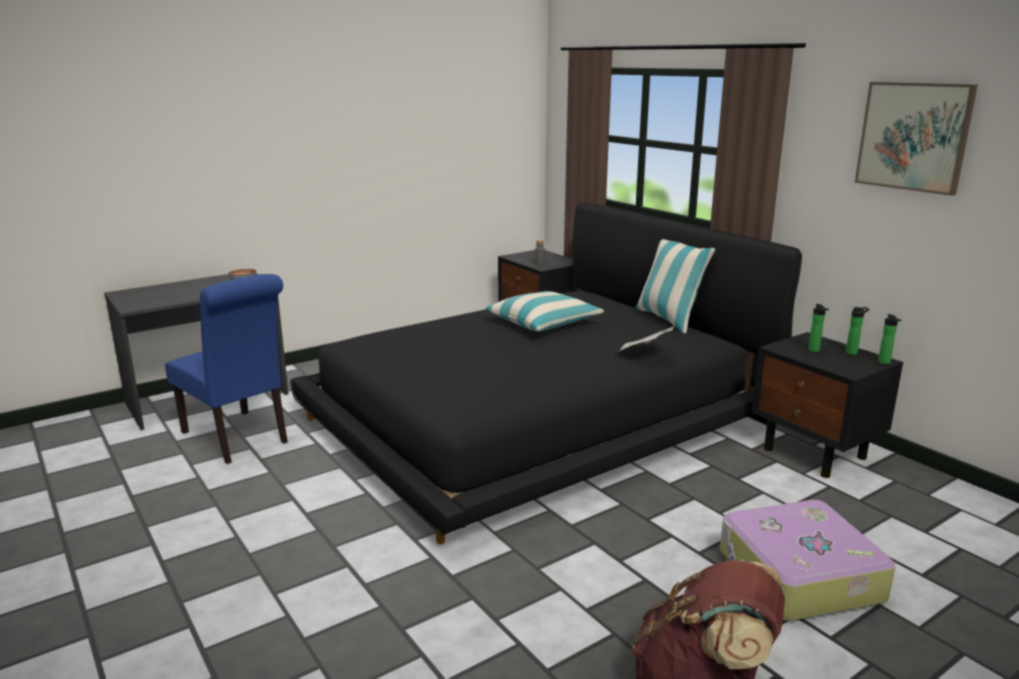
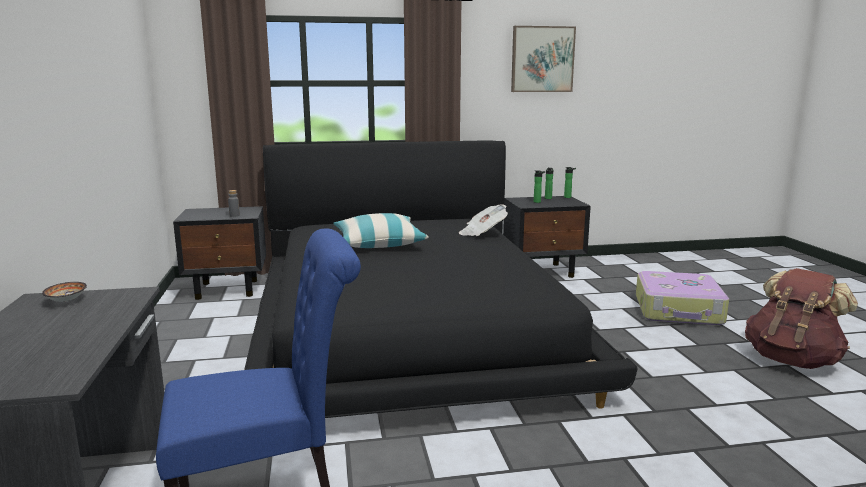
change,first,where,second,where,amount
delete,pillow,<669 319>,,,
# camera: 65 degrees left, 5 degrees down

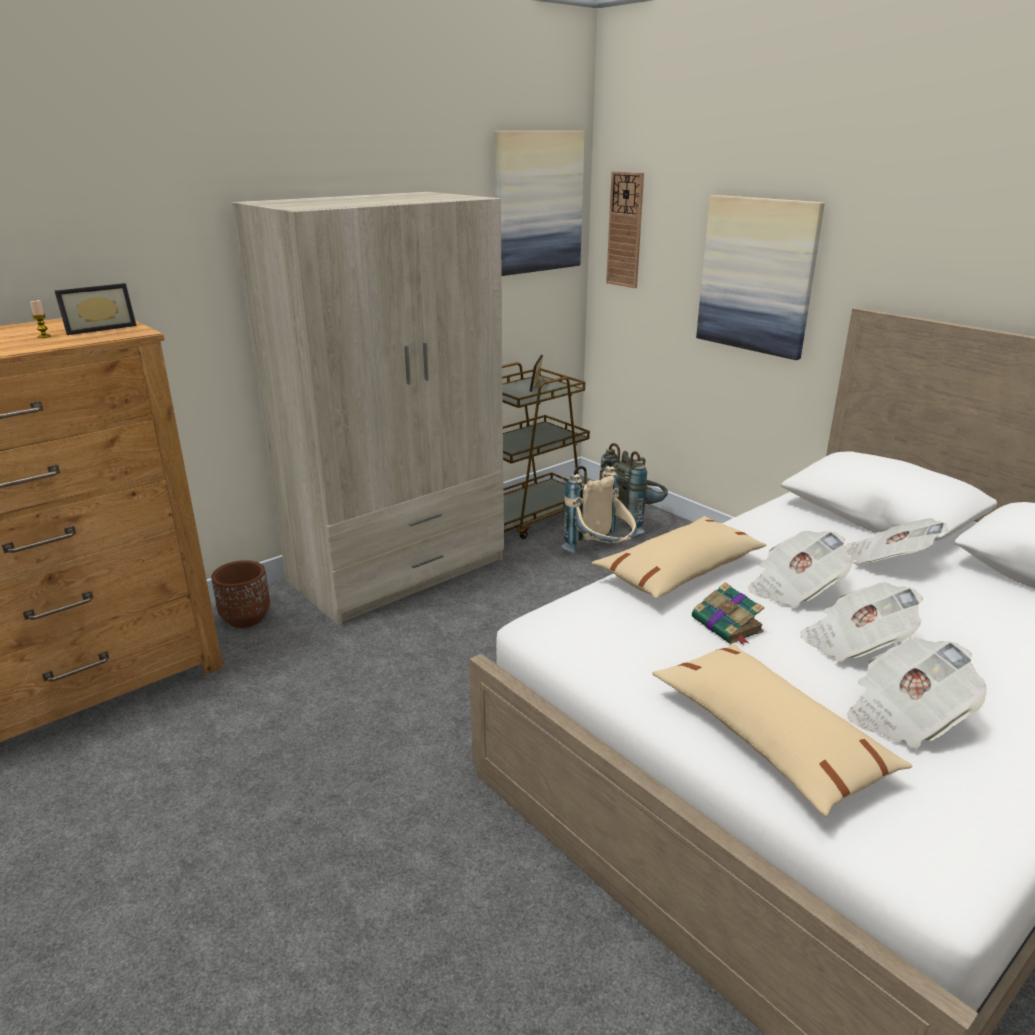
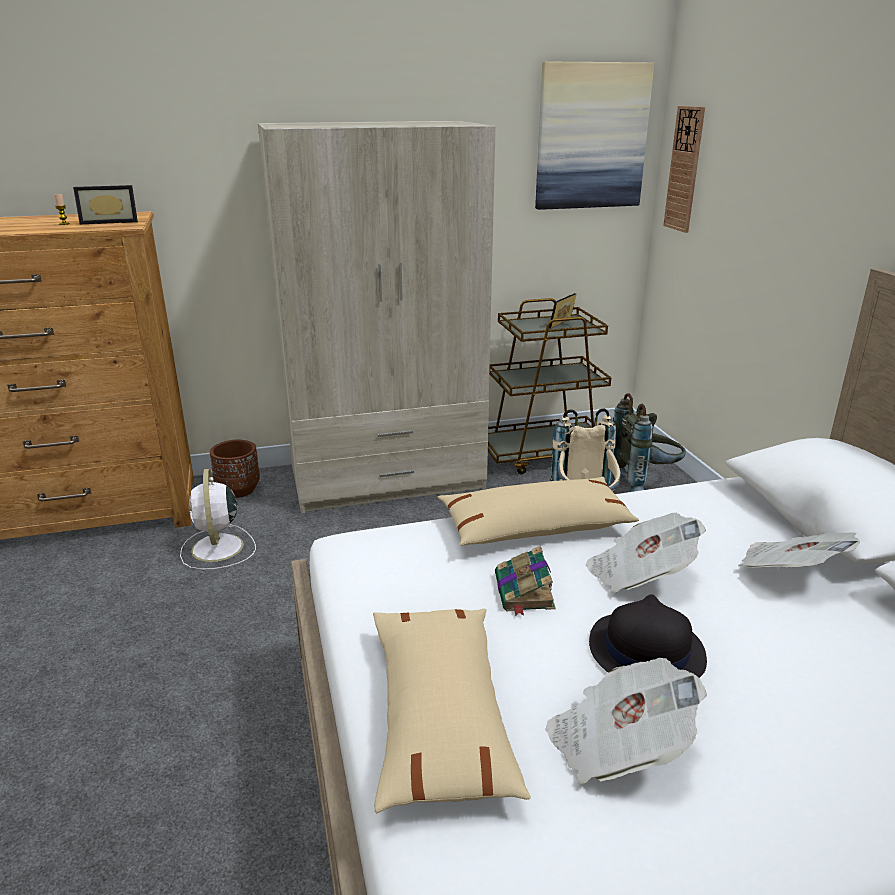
change,first,where,second,where,amount
delete,picture,<757 275>,,,
insert,,,fan (white),<217 549>,
replace,newspaper,<854 644>,hat (black),<645 651>,
# camera: 25 degrees right, 0 degrees up

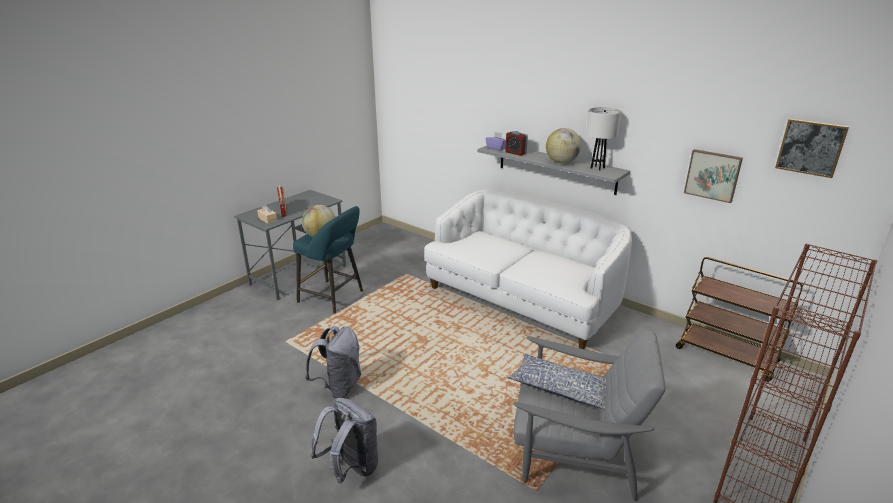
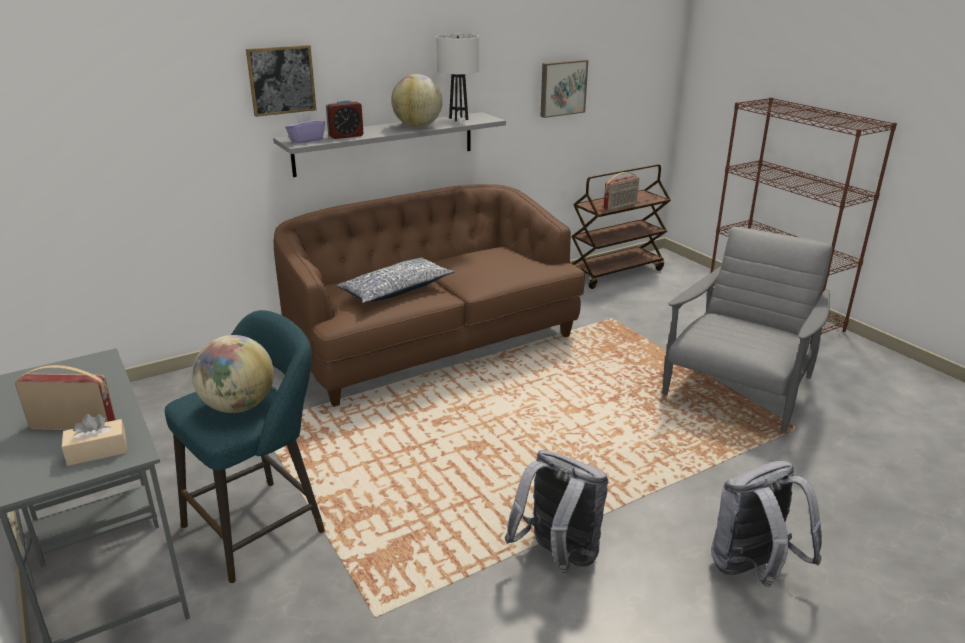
change,first,where,second,where,amount
insert,,,radio,<620 206>,
move,pillow,<561 388>,,<395 290>,
move,picture,<810 147>,,<281 80>,
recolor,sofa (white),<522 300>,sofa (brown),<432 344>,
# camera: 70 degrees left, 0 degrees up

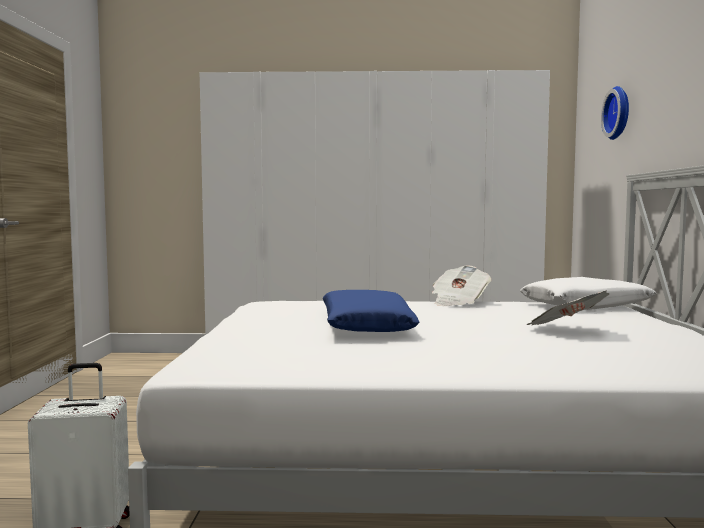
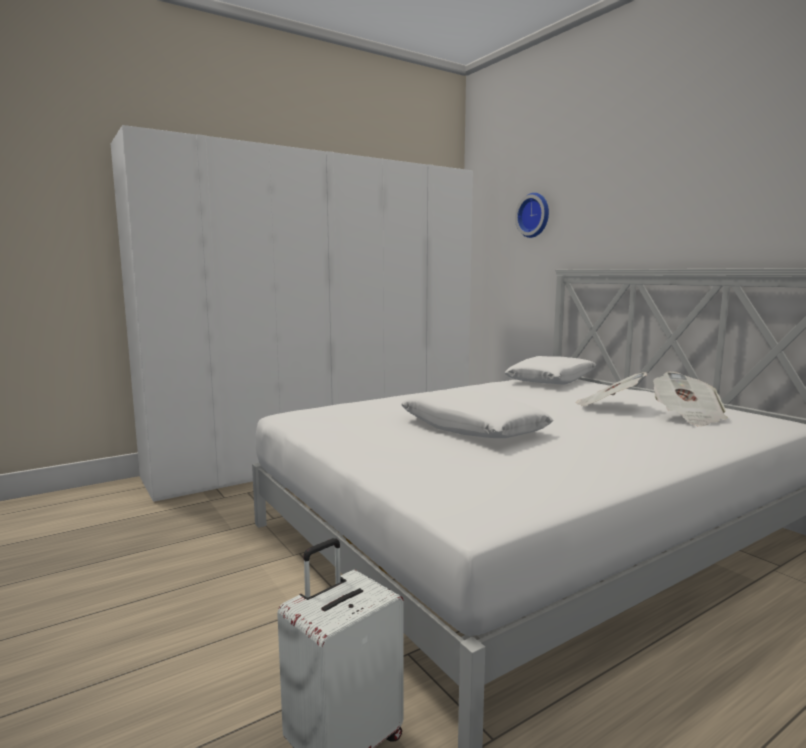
change,first,where,second,where,amount
move,newspaper,<458 302>,,<687 417>,
recolor,pillow (blue),<365 326>,pillow (white),<472 429>,
# camera: 35 degrees left, 5 degrees up

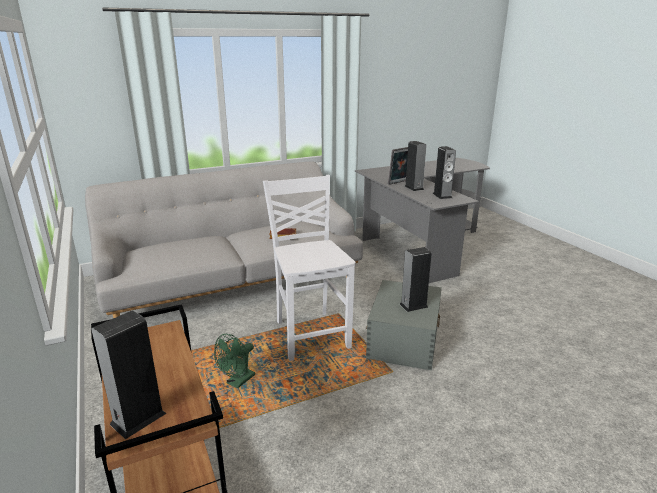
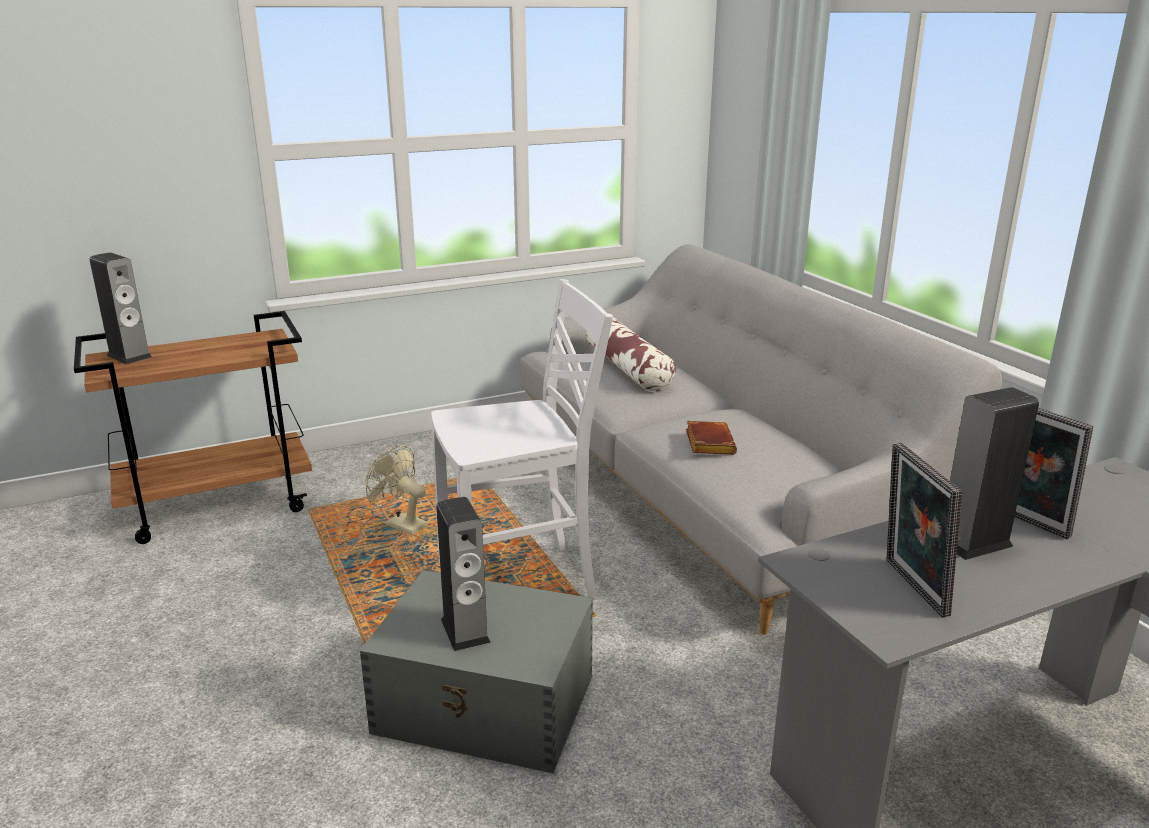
change,first,where,second,where,amount
insert,,,pillow,<627 368>,
replace,speaker,<442 195>,picture frame,<910 588>,
recolor,fan (green),<238 382>,fan (beige),<400 524>,
# camera: 90 degrees right, 0 degrees up

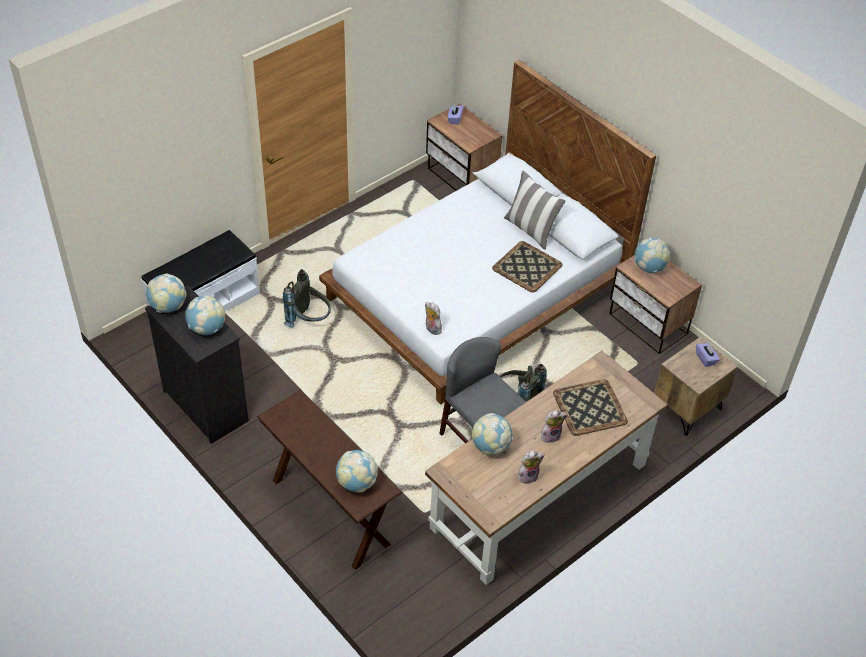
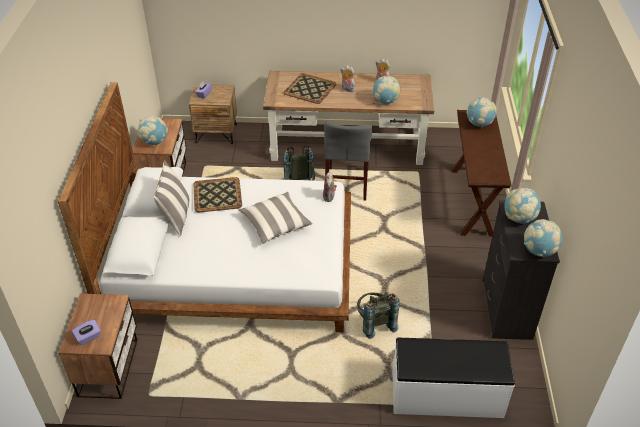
change,first,where,second,where,amount
insert,,,pillow,<276 224>,
# camera: 135 degrees left, 5 degrees down

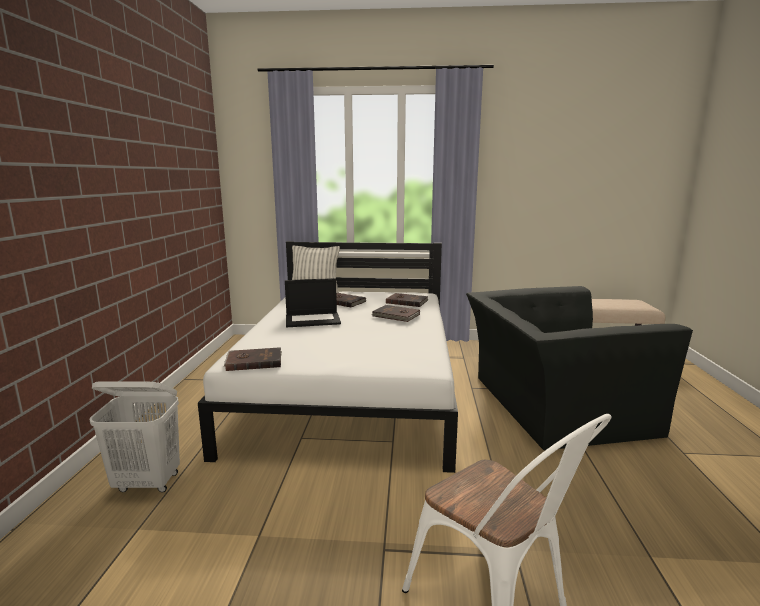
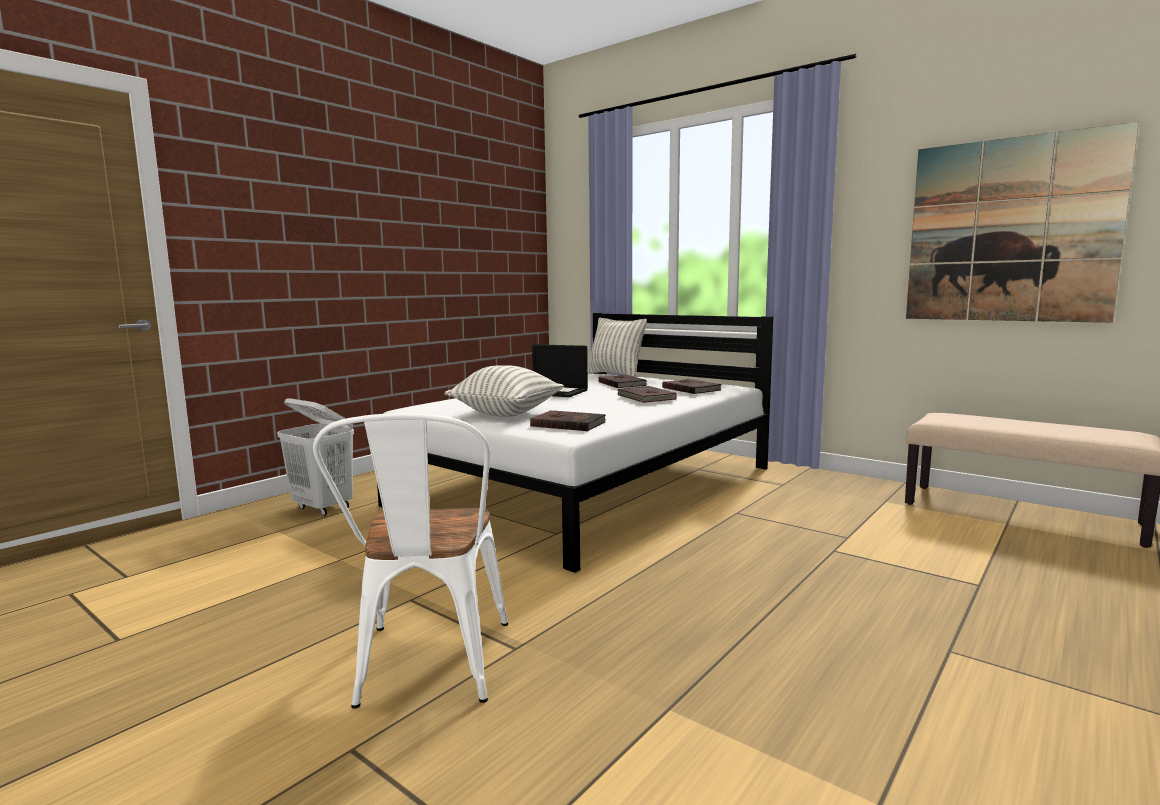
change,first,where,second,where,amount
delete,armchair (black),<552 405>,,,
insert,,,pillow,<506 414>,
insert,,,picture,<1010 230>,
move,book (brown),<254 361>,,<568 424>,
# camera: 35 degrees right, 5 degrees down

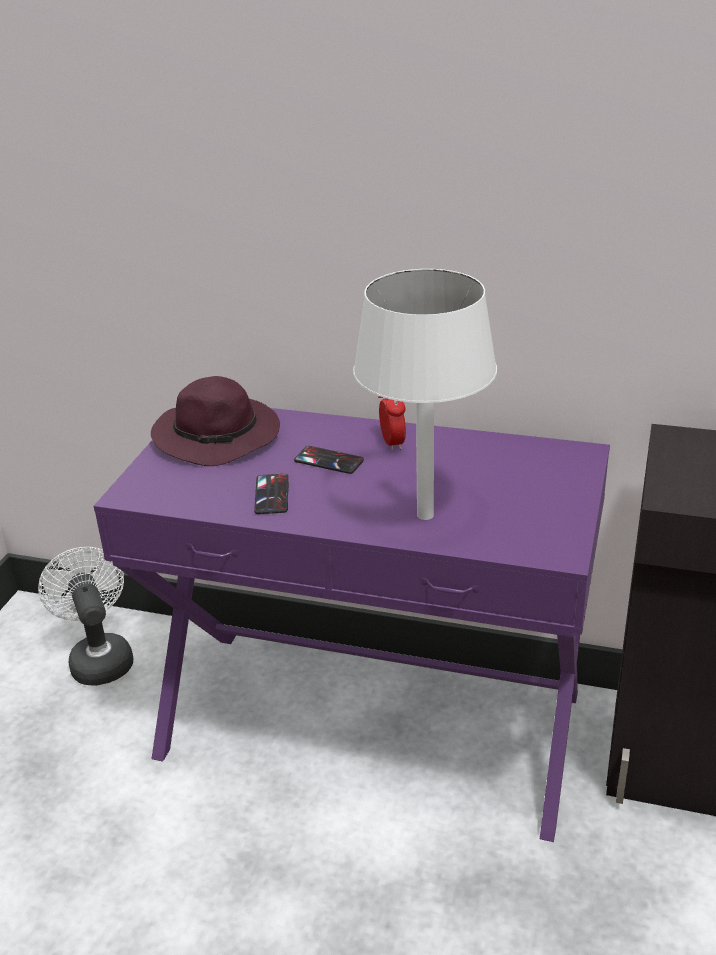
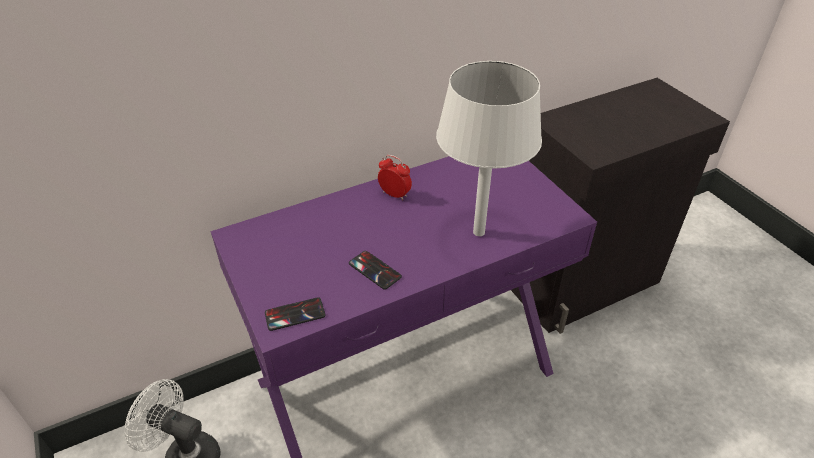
change,first,where,second,where,amount
delete,hat (purple),<219 437>,,,
move,phone,<329 460>,,<295 314>,
# camera: 45 degrees left, 10 degrees up

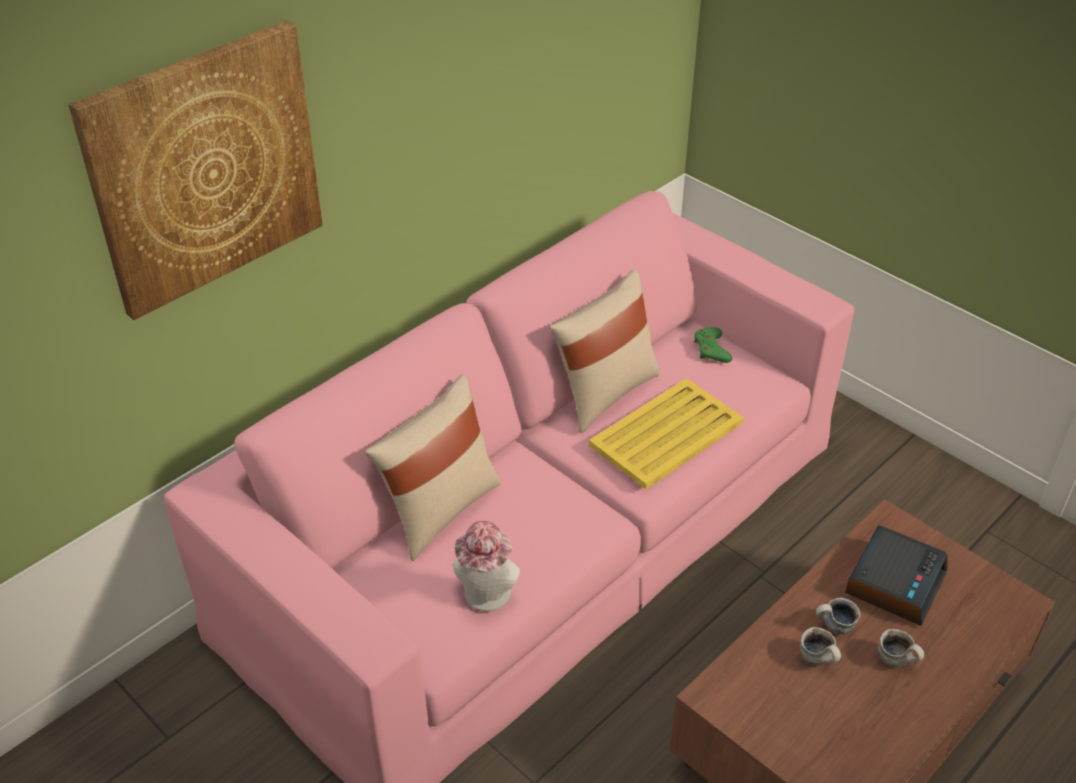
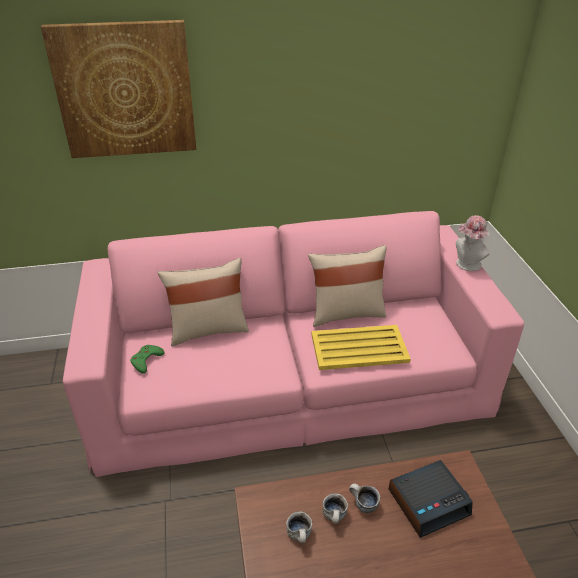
change,first,where,second,where,amount
move,hat,<486 598>,,<466 265>,
move,game controller (green),<711 349>,,<146 360>,
move,mug,<897 660>,,<300 536>,
# camera: 35 degrees right, 5 degrees down

